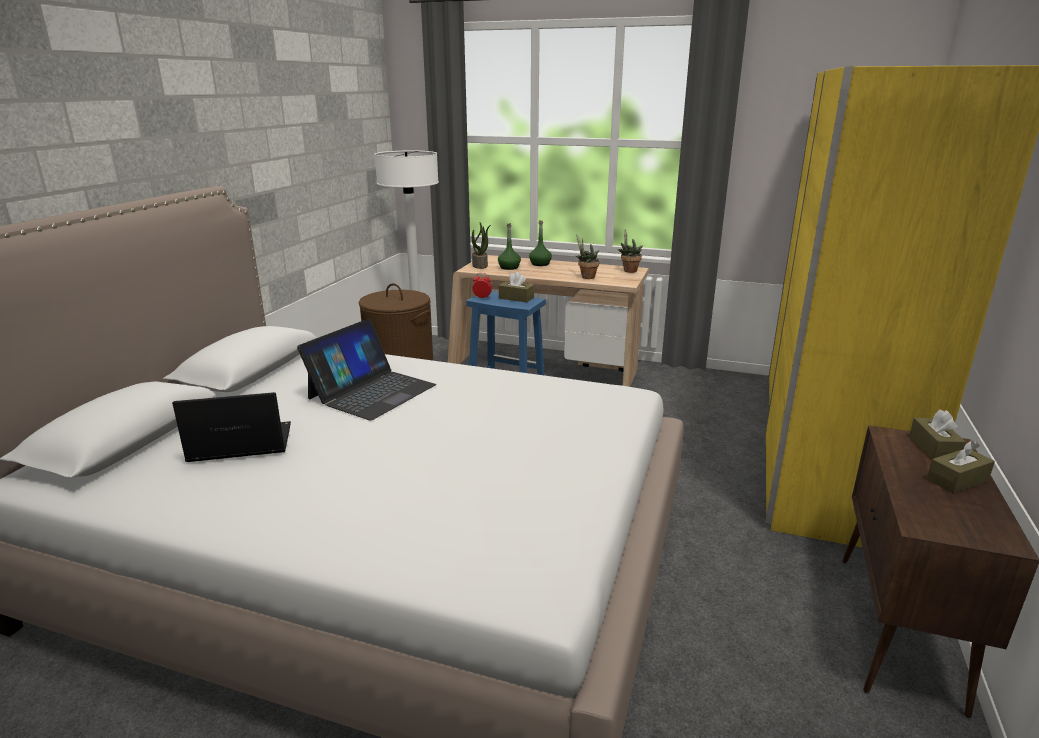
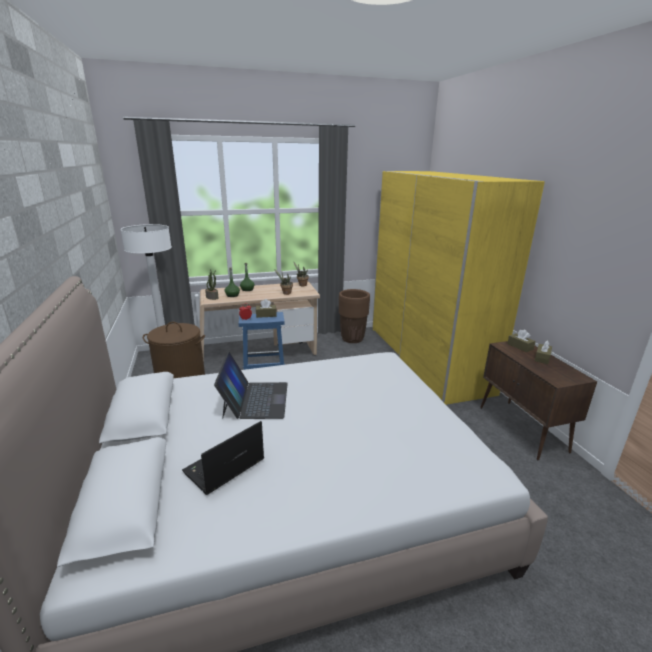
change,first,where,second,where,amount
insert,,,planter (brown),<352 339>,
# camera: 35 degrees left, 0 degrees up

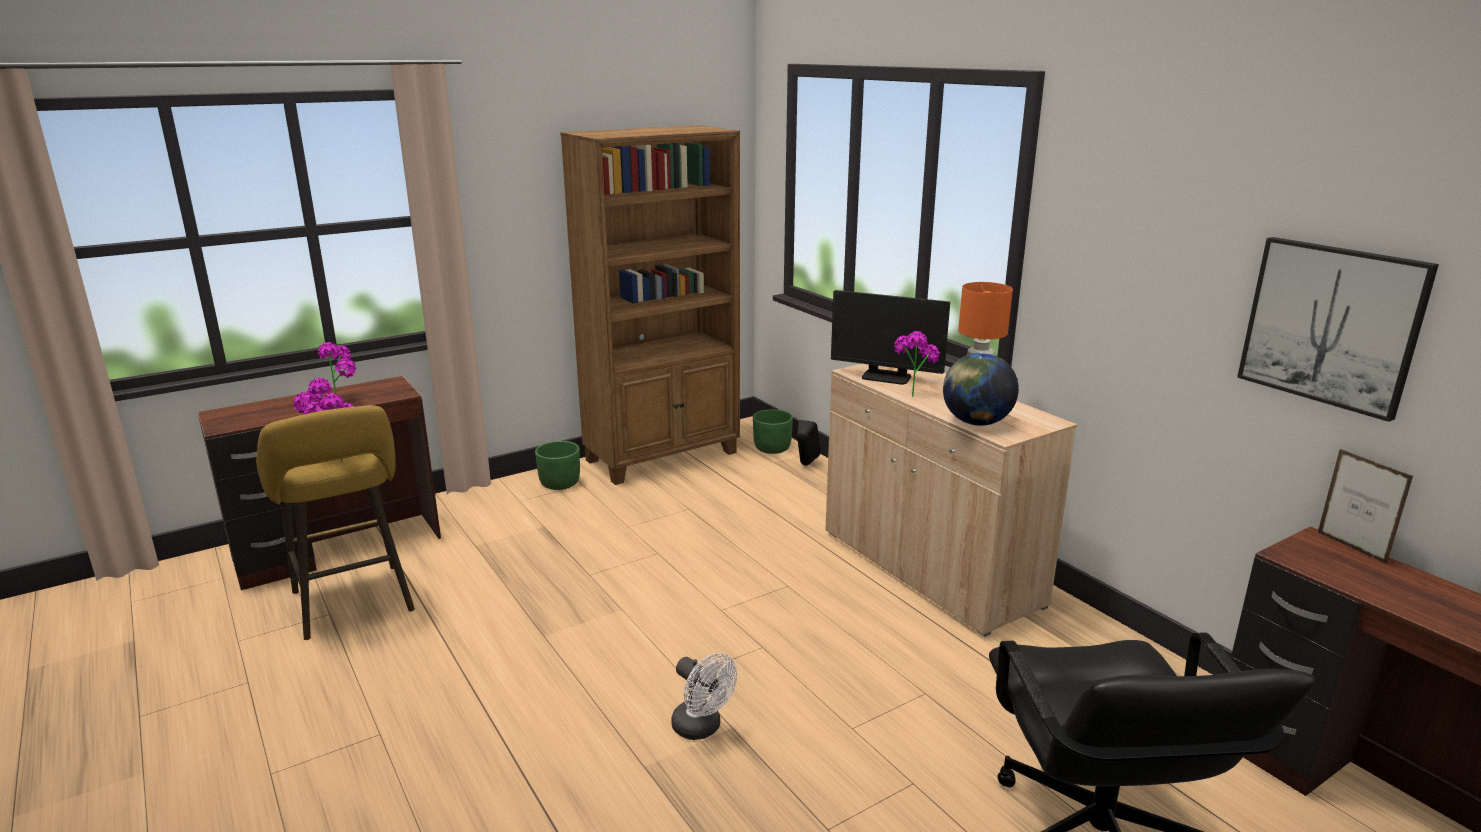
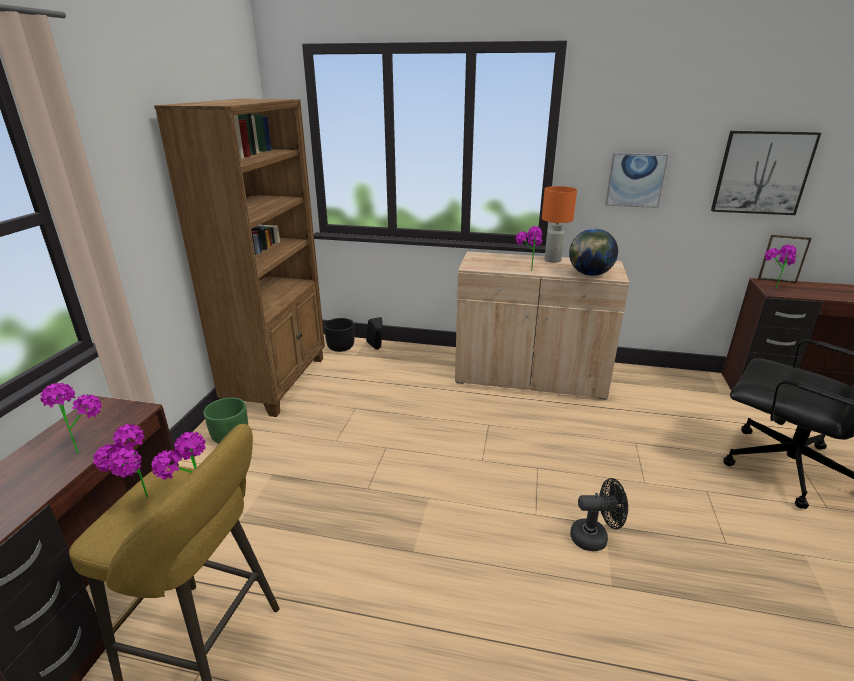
change,first,where,second,where,amount
delete,monitor,<886 377>,,,
insert,,,picture,<635 180>,
insert,,,potted plant,<771 286>,
recolor,fan (white),<702 728>,fan (black),<595 537>,
recolor,planter (green),<772 449>,planter (black),<340 347>,
# camera: 45 degrees left, 5 degrees up

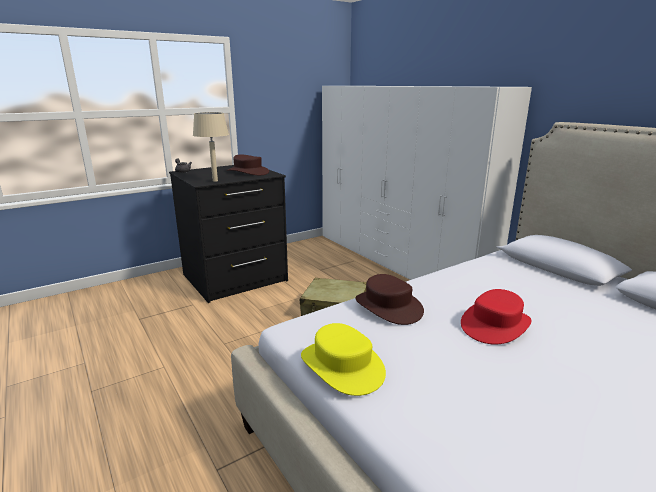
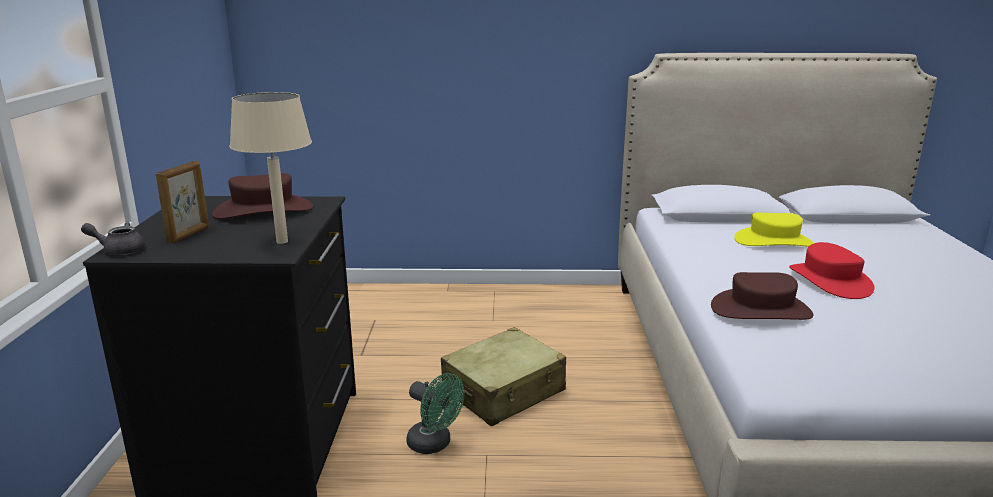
change,first,where,second,where,amount
delete,wardrobe (white),<395 262>,,,
insert,,,picture frame,<189 234>,
insert,,,fan (green),<434 444>,
move,hat (yellow),<342 366>,,<773 241>,
# camera: 55 degrees left, 0 degrees up

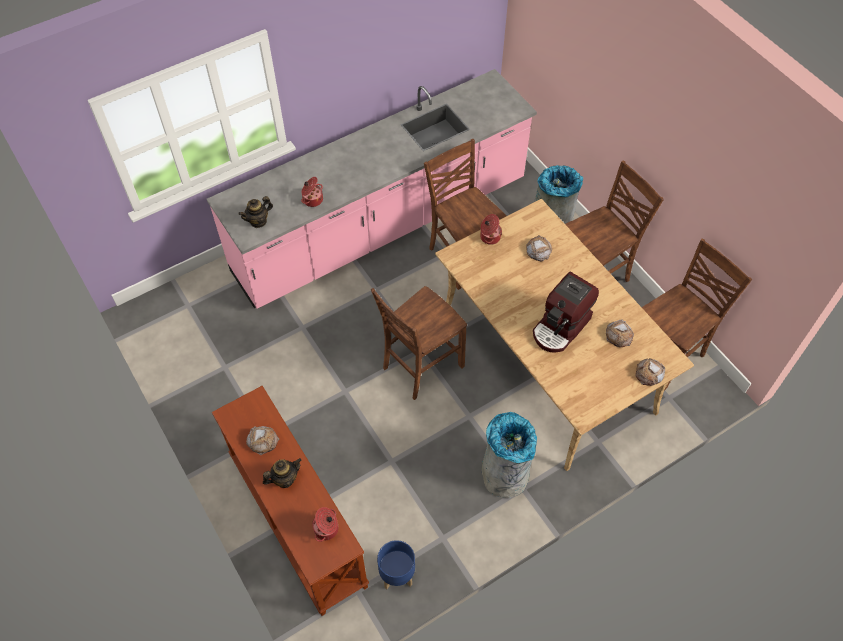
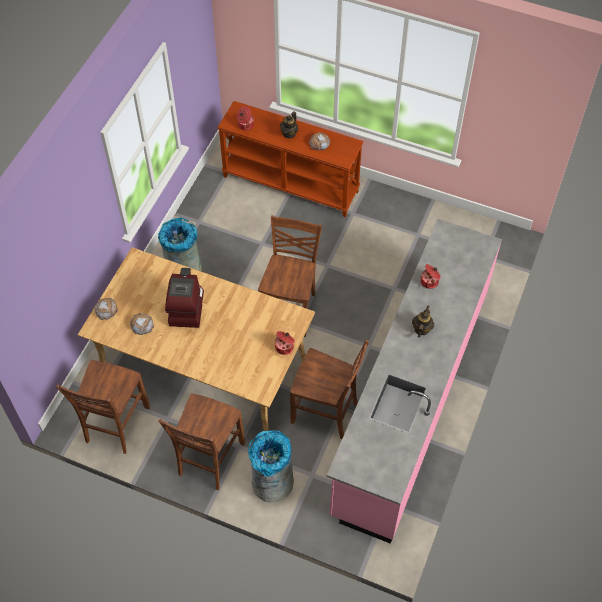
change,first,where,second,where,amount
delete,planter (blue),<397 575>,,,
delete,bread,<538 250>,,,
move,teapot,<258 221>,,<421 329>,
# camera: 145 degrees right, 0 degrees up

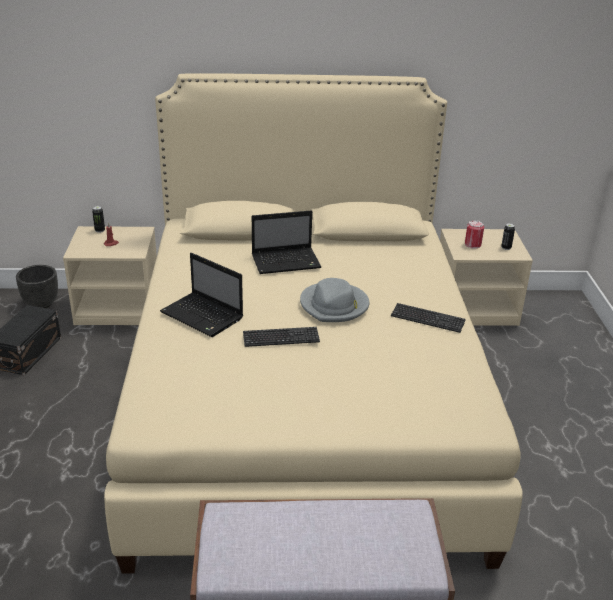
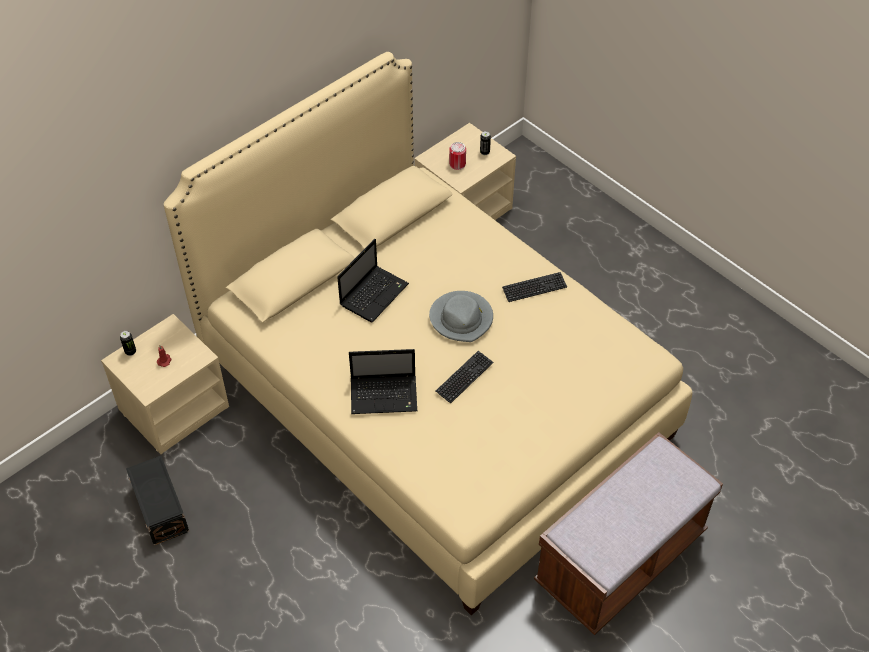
change,first,where,second,where,amount
delete,planter (black),<41 304>,,,
# camera: 40 degrees left, 20 degrees up

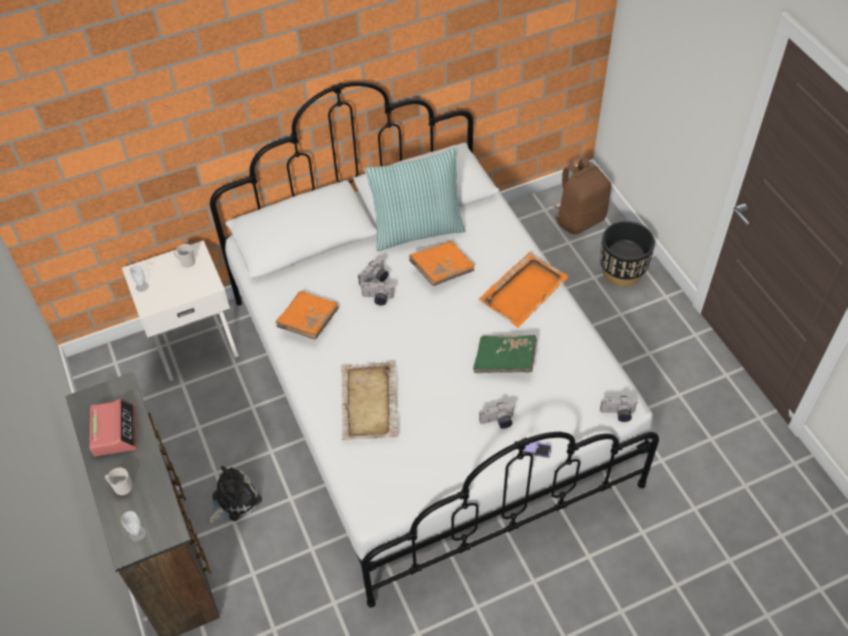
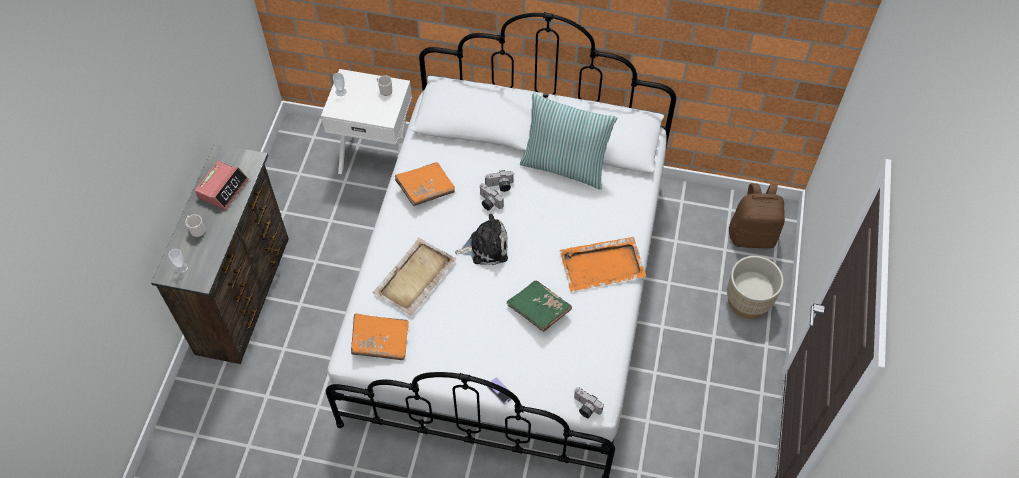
change,first,where,second,where,amount
delete,photo camera,<498 422>,,,
move,plush toy,<233 500>,,<486 247>,
move,book (orange),<441 269>,,<380 341>,
recolor,planter (black),<622 271>,planter (beige),<748 301>,
# camera: 35 degrees right, 5 degrees up

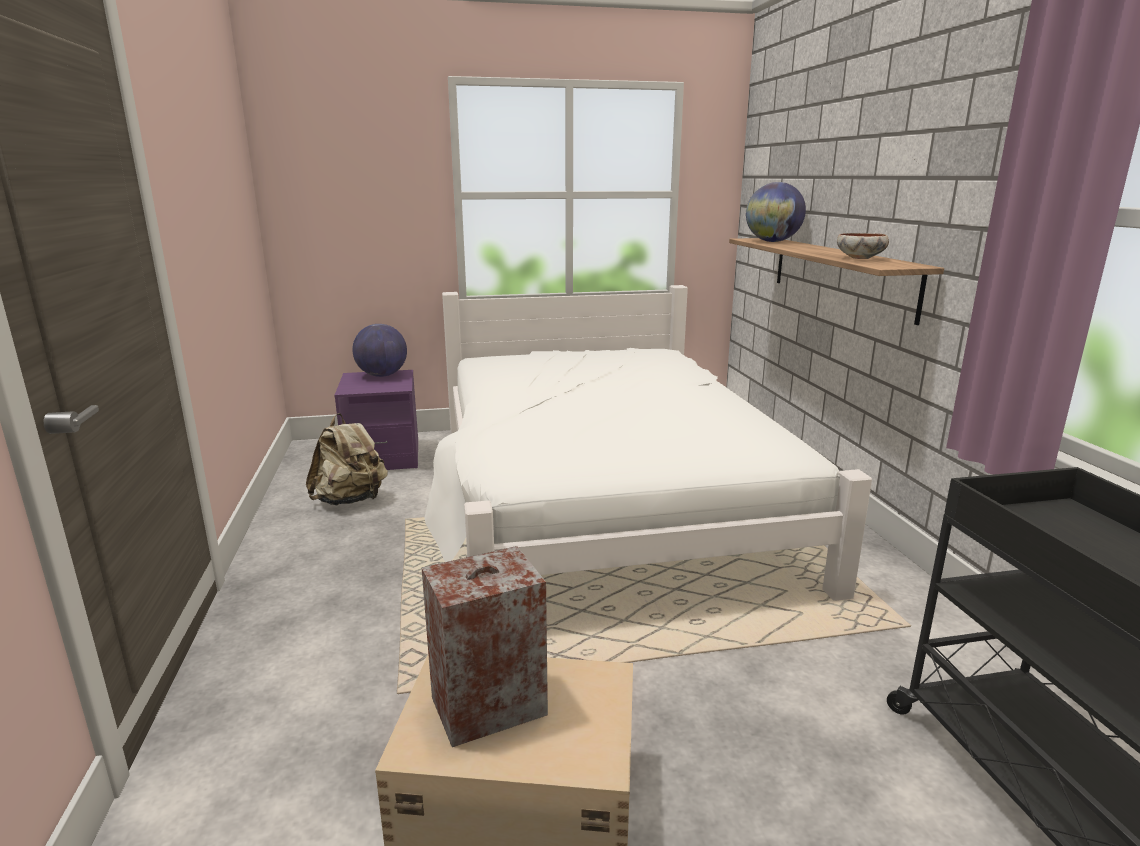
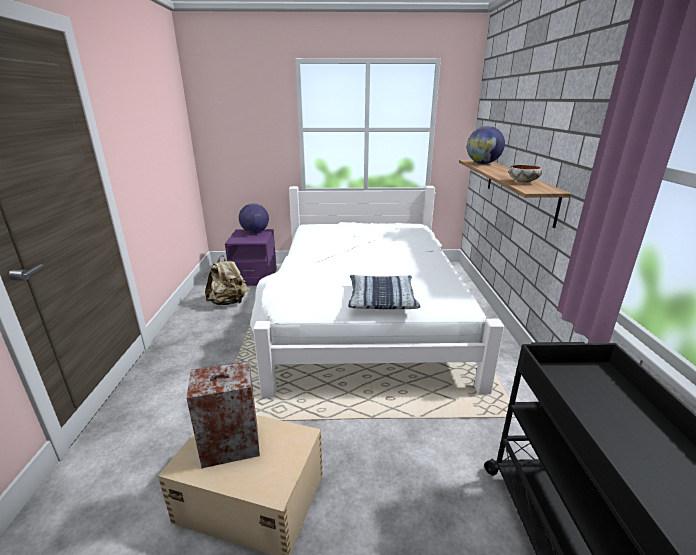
change,first,where,second,where,amount
insert,,,pillow,<381 299>,
# camera: 10 degrees right, 5 degrees up

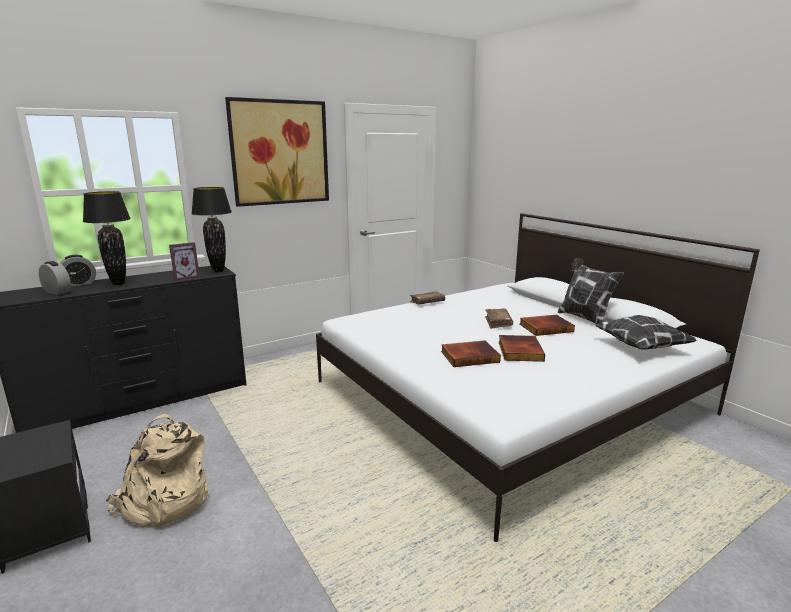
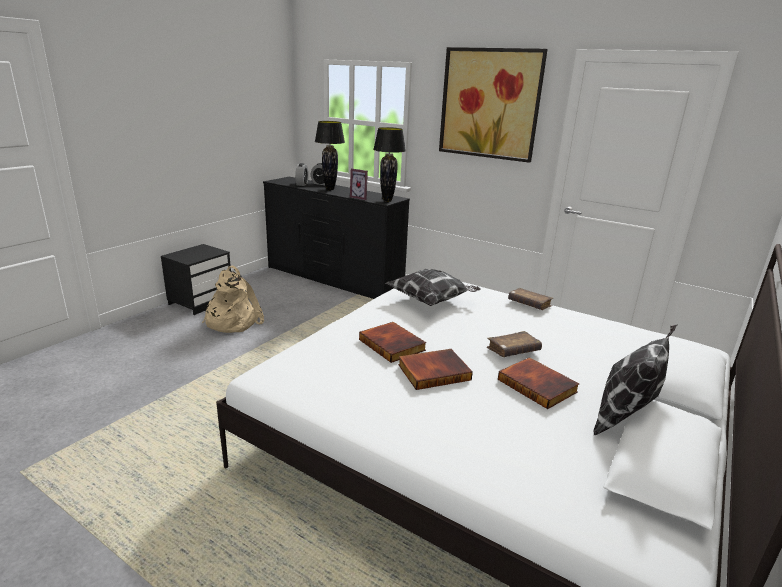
change,first,where,second,where,amount
move,pillow,<641 346>,,<432 301>,
# camera: 65 degrees right, 5 degrees up

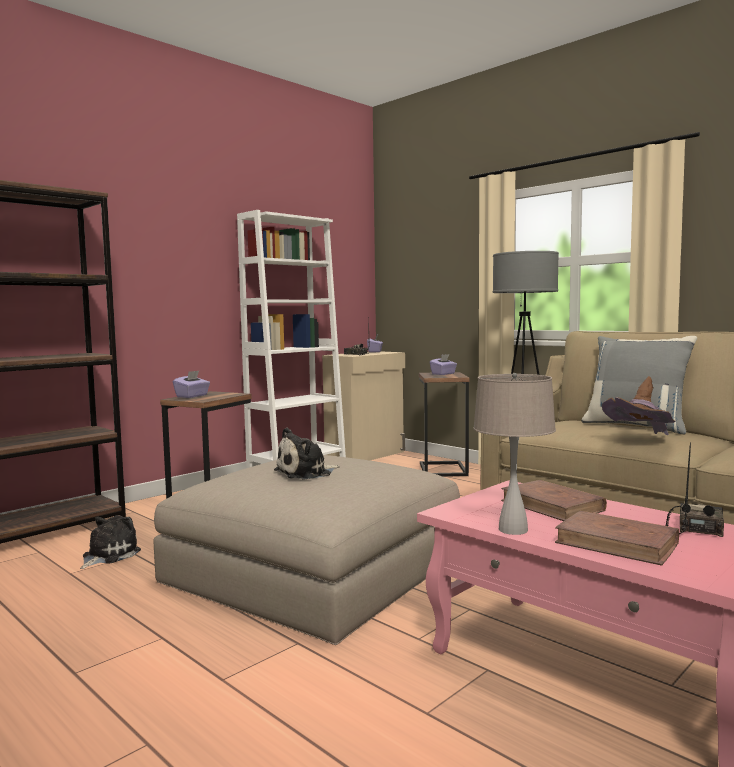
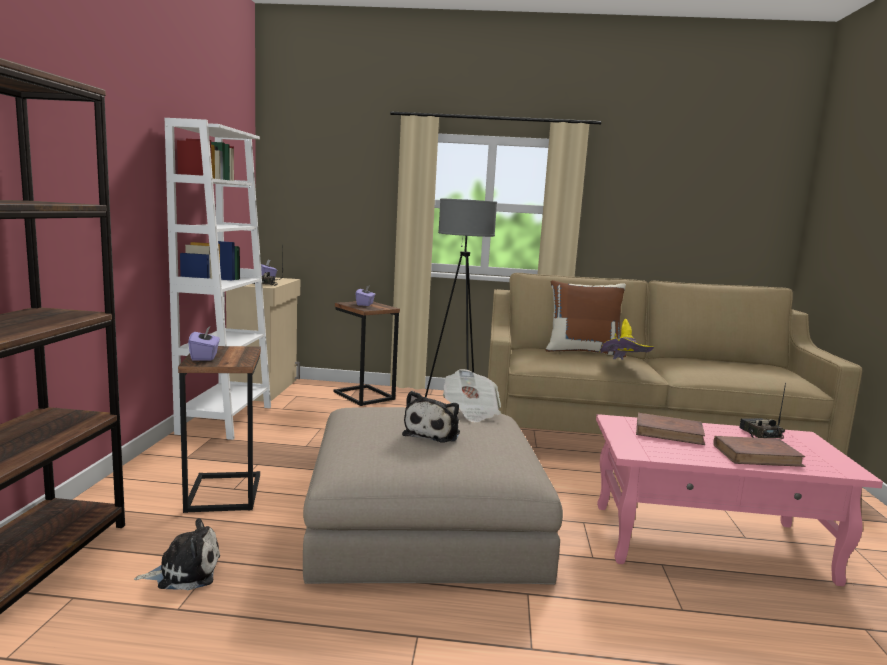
change,first,where,second,where,amount
delete,table lamp (beige),<512 530>,,,
insert,,,newspaper,<471 412>,
recolor,pillow (grey),<637 426>,pillow (brown),<583 352>,
recolor,hat (brown),<641 441>,hat (yellow),<622 367>,
rotate,plush toy,<108 555>,,<185 572>,90 degrees clockwise
# camera: 40 degrees left, 5 degrees up

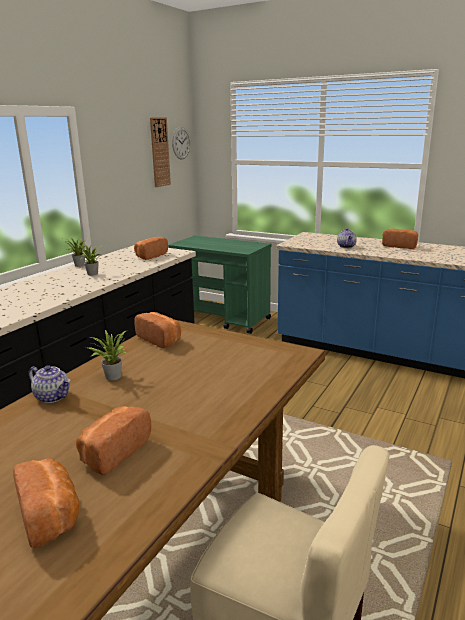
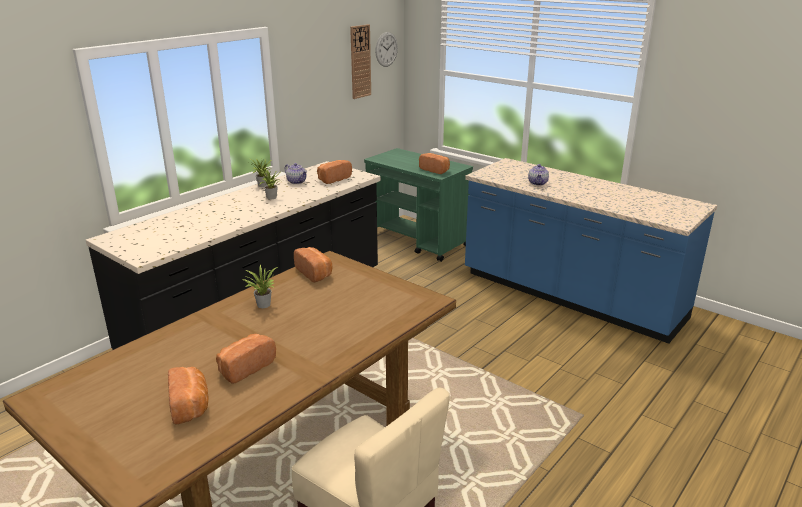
change,first,where,second,where,amount
move,teapot,<53 396>,,<297 182>,
move,bread,<400 246>,,<435 170>,
# camera: 10 degrees right, 5 degrees up

